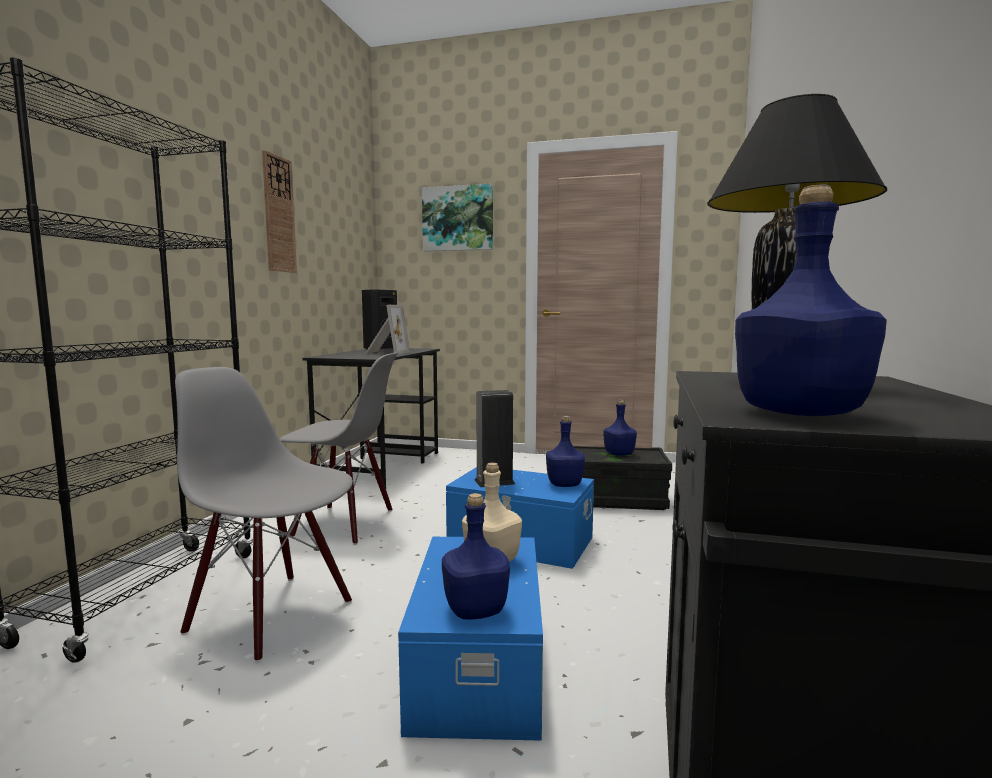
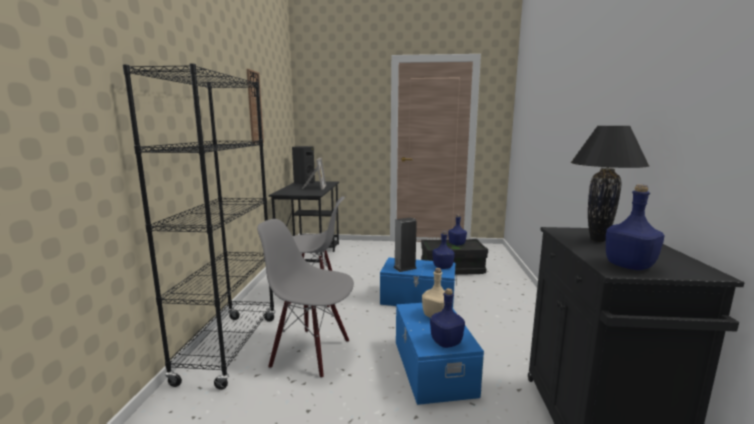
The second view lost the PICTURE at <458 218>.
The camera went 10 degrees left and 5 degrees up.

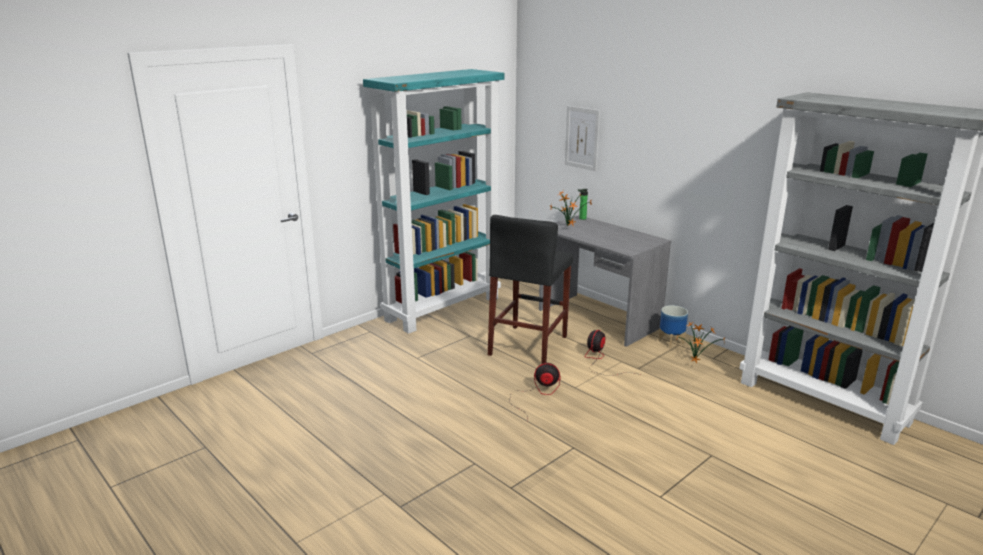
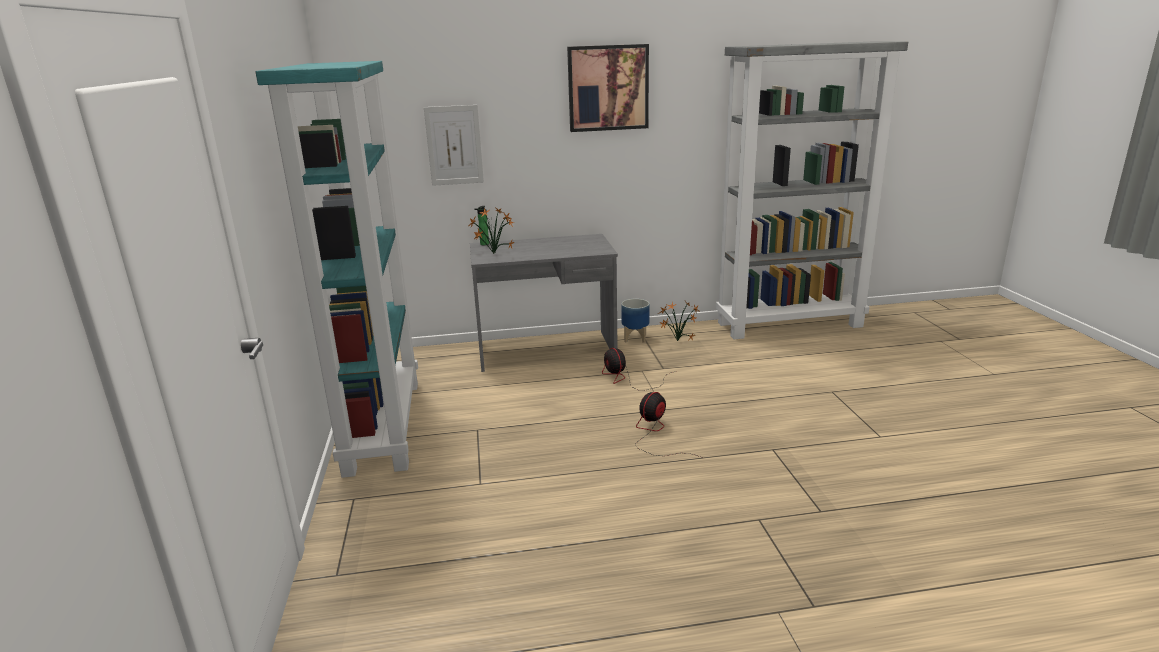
The second view lost the BLACK SITTING STOOL at <528 345>.
The second view gained the PICTURE at <608 88>.
The camera went 55 degrees left and 0 degrees up.

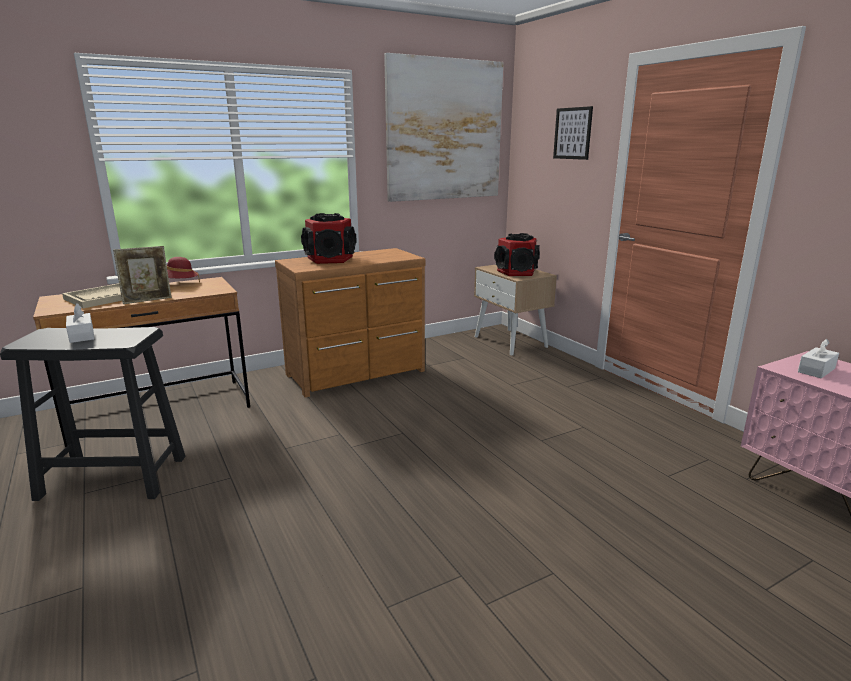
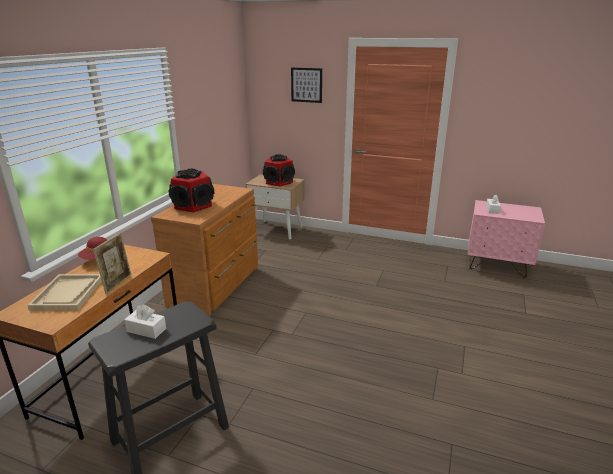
The second view lost the PICTURE at <444 130>.
The camera went 40 degrees left and 5 degrees up.

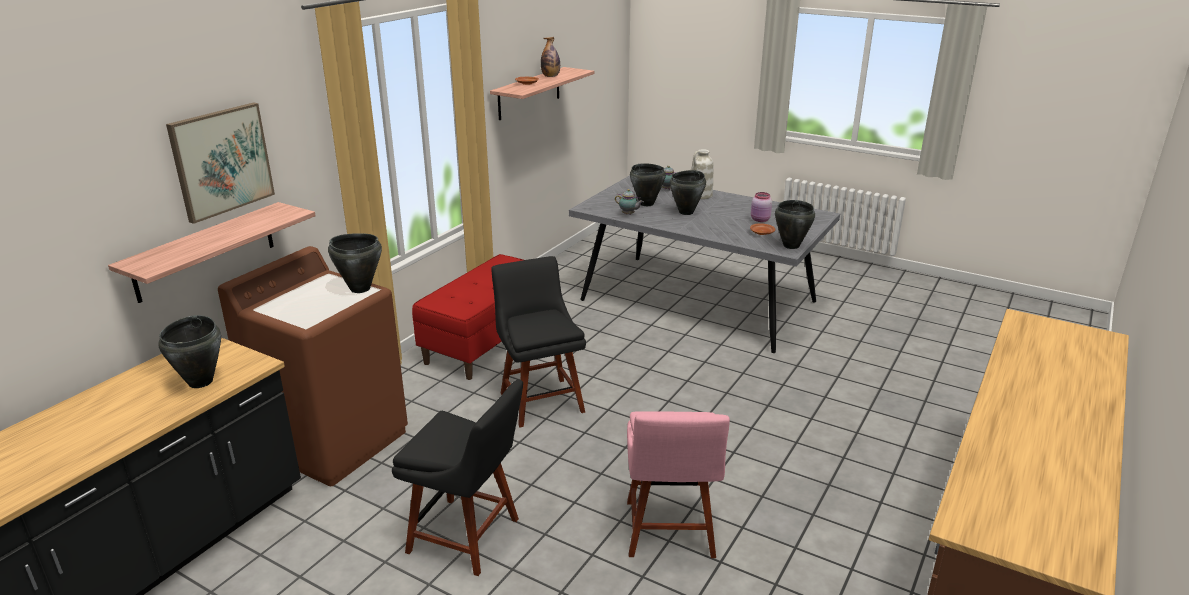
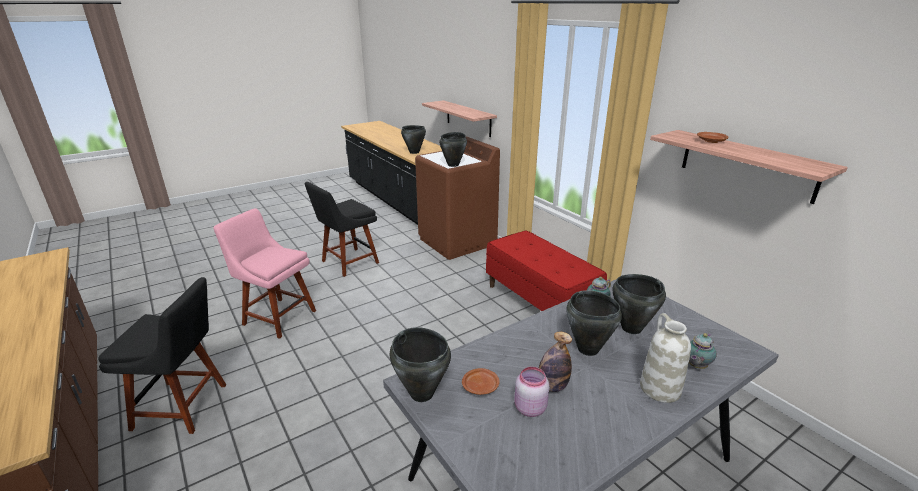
The second view lost the PICTURE at <221 161>.
The BLACK CHAIR ended up elsewhere, having gone from <540 399> to <185 406>.
The BOTTLE ended up elsewhere, having gone from <550 76> to <552 386>.
The camera went 115 degrees right and 0 degrees up.

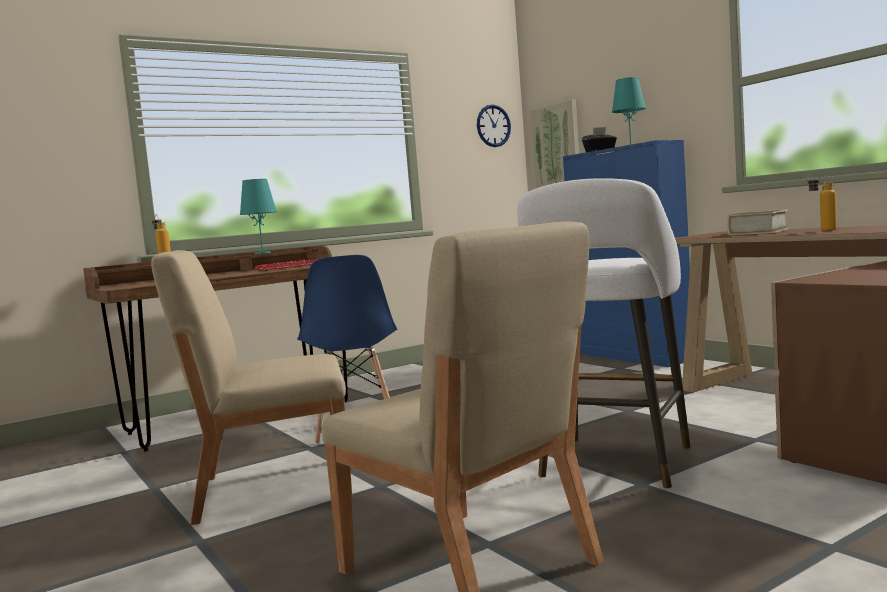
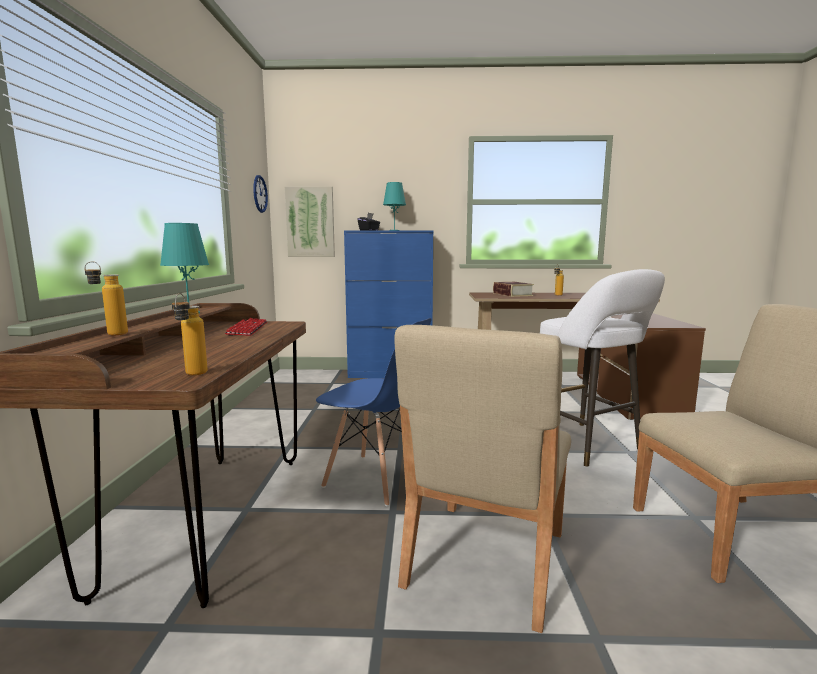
The second view gained the BOTTLE at <192 375>.
The camera went 55 degrees left and 5 degrees up.

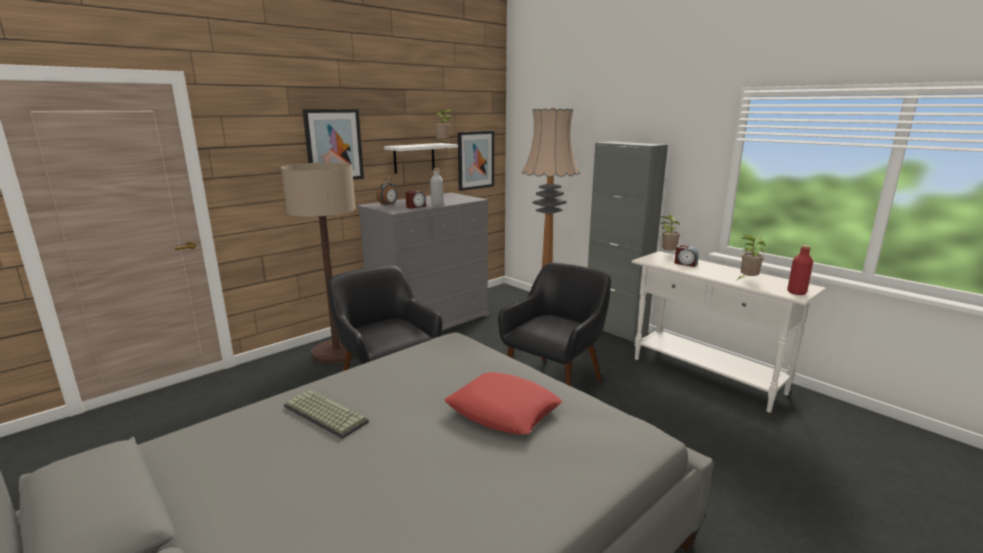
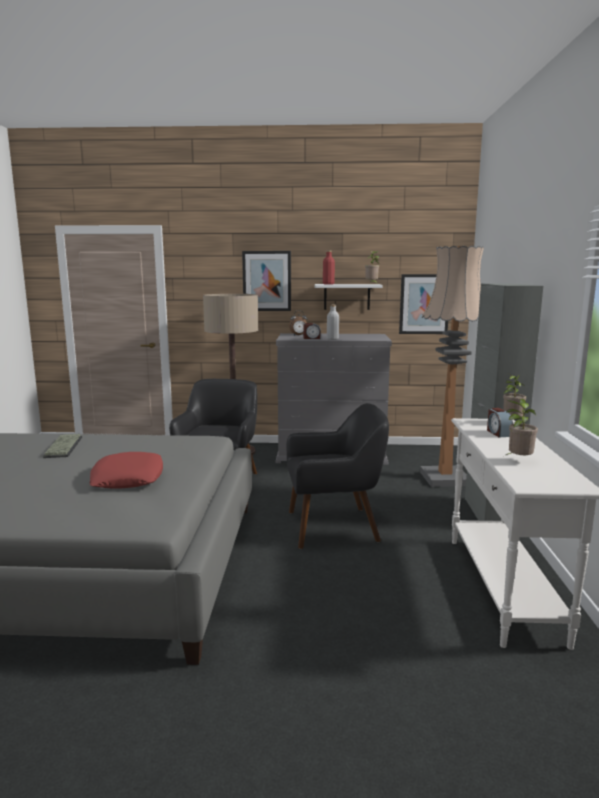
The RED-COLOURED BOTTLE ended up elsewhere, having gone from <796 292> to <328 284>.
The camera went 45 degrees right and 5 degrees down.

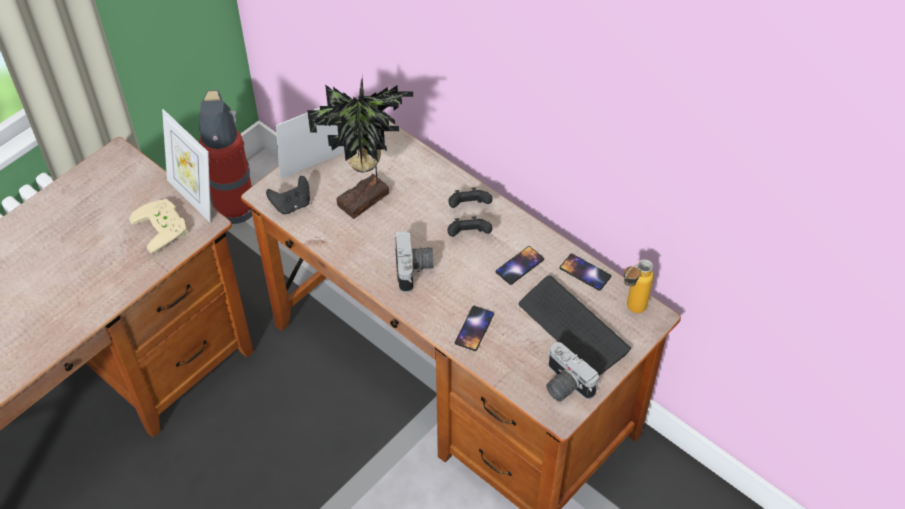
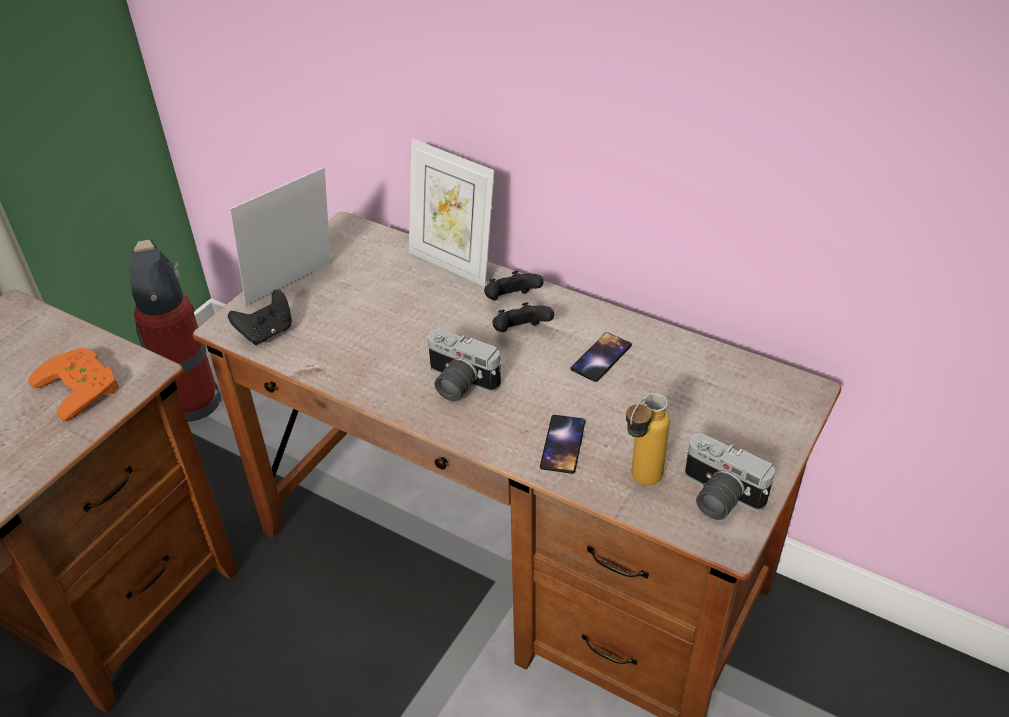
What was the SAND-COLOURED GAMEPAD at <164 227> turned into the ORANGEY GAMEPAD at <83 385>.
The PICTURE FRAME ended up elsewhere, having gone from <194 197> to <452 264>.
The second view lost the HOUSEPLANT at <366 201>.
The STILL CAMERA at <415 270> ended up facing another way, 135 degrees clockwise from before.
The second view lost the COMPUTER KEYBOARD at <573 327>.
The second view lost the HANDSET at <585 272>.
The BOTTLE ended up elsewhere, having gone from <630 310> to <639 483>.
The camera went 10 degrees left and 10 degrees down.

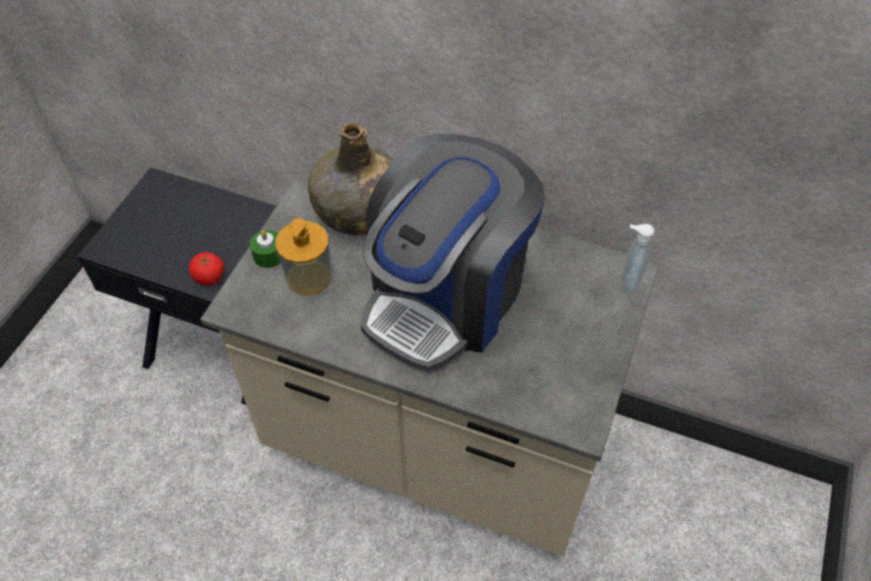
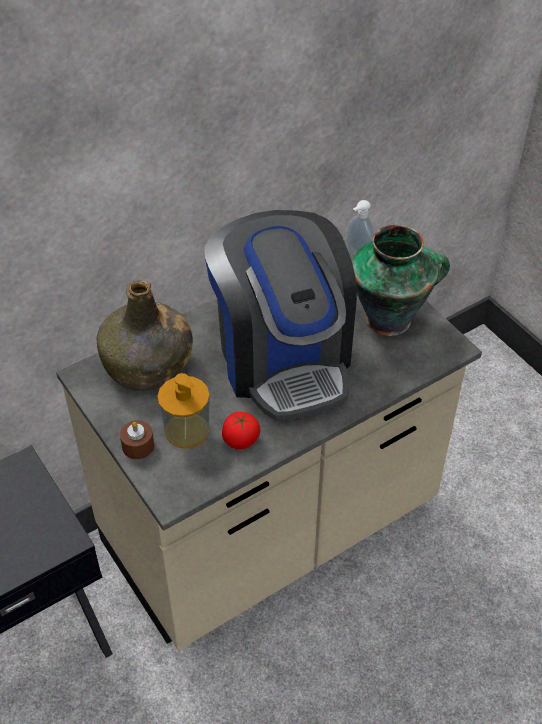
The TOMATO ended up elsewhere, having gone from <209 277> to <241 440>.
What was the GREENISH WAX LIGHT at <269 255> turned into the BROWN WAX LIGHT at <138 446>.
The second view gained the VASE at <391 319>.
The camera went 55 degrees left and 5 degrees down.

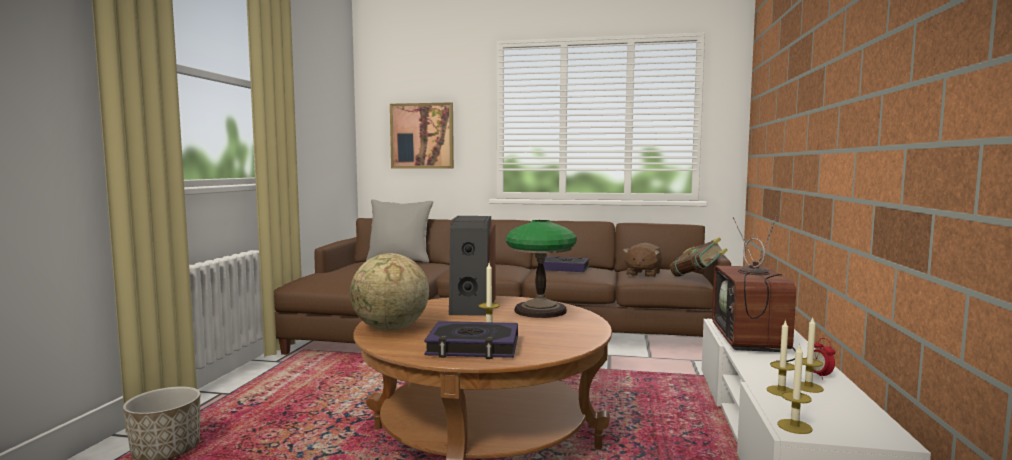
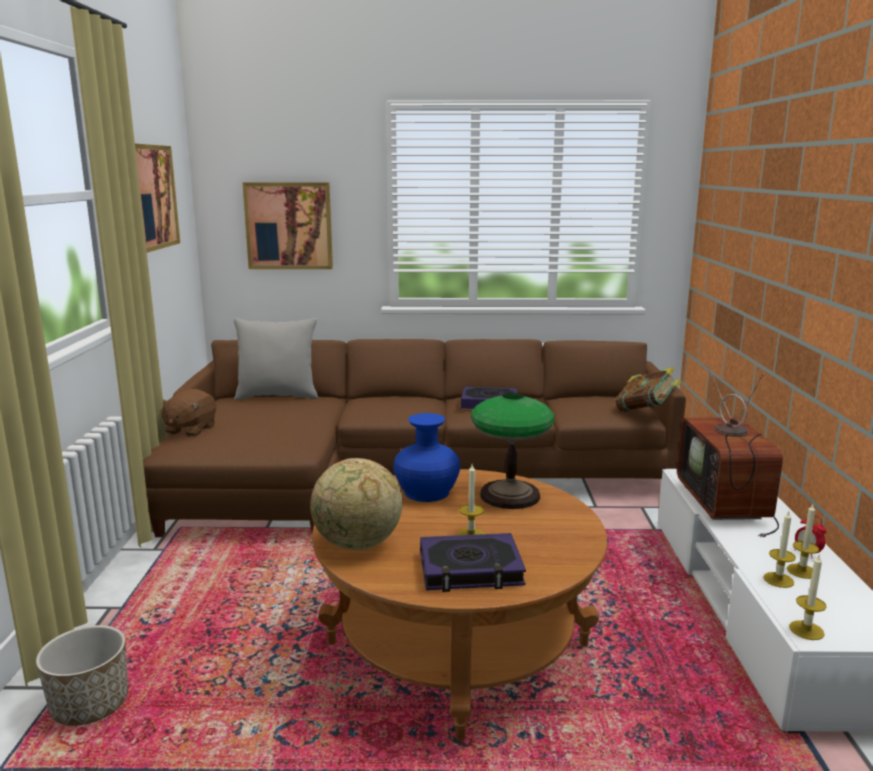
Where the LOUDSPEAKER stood at <471 306>, the BLUE-COLOURED VASE came to stand at <427 492>.
The BROWN CUDDLY TOY ended up elsewhere, having gone from <642 274> to <190 430>.
The second view gained the PICTURE at <151 197>.
The camera went 10 degrees left and 10 degrees up.

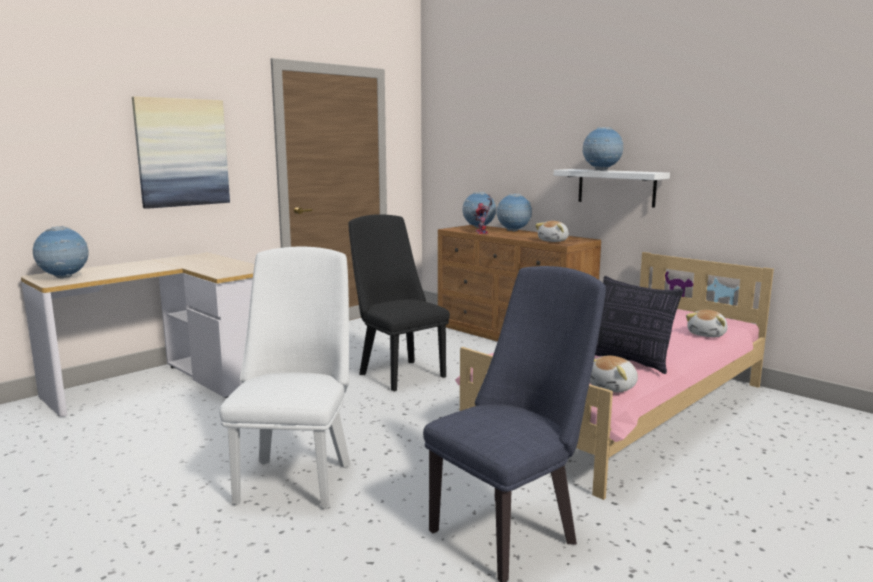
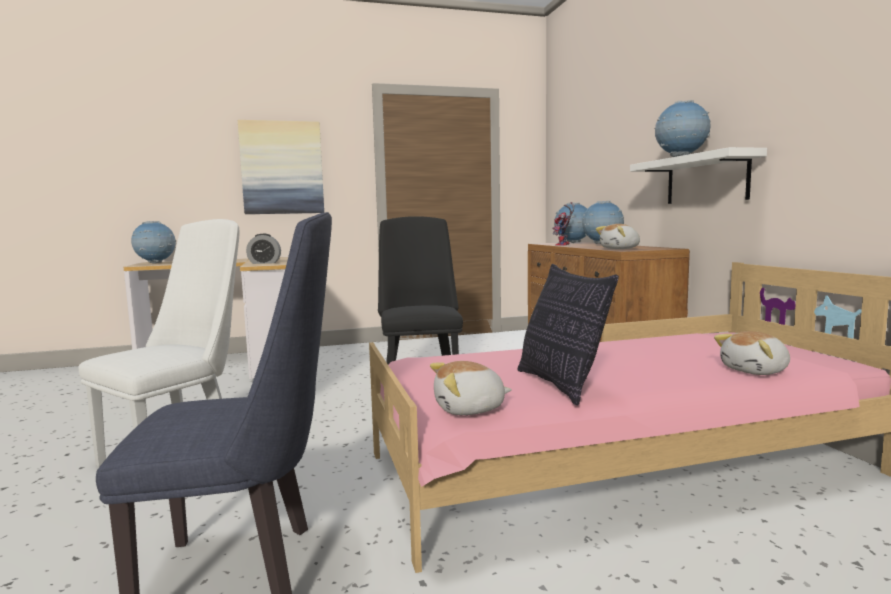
The second view gained the TABLE CLOCK at <264 263>.
The camera went 30 degrees right and 5 degrees down.

